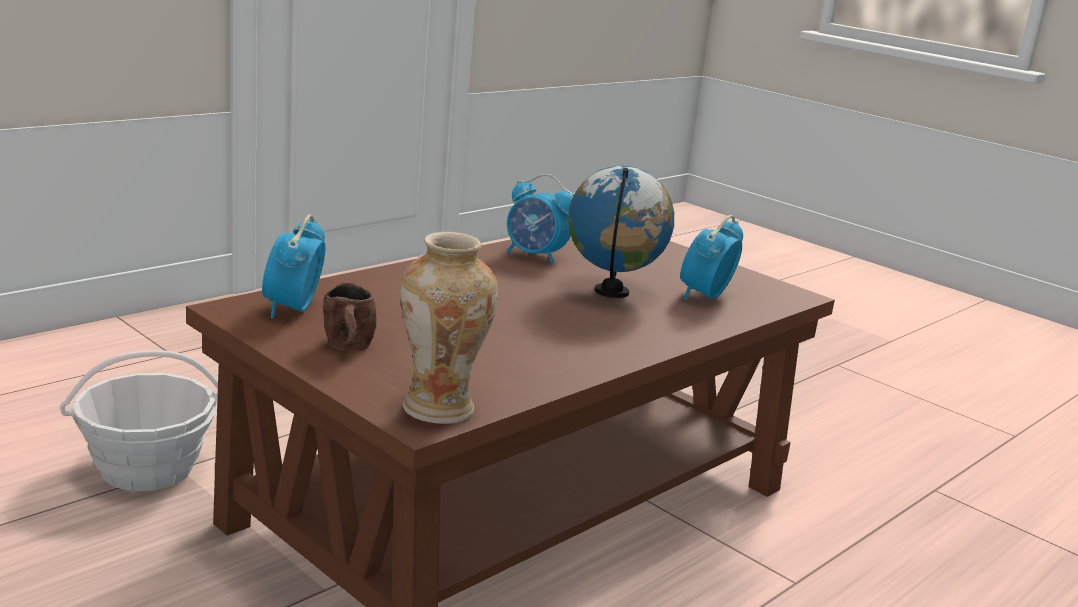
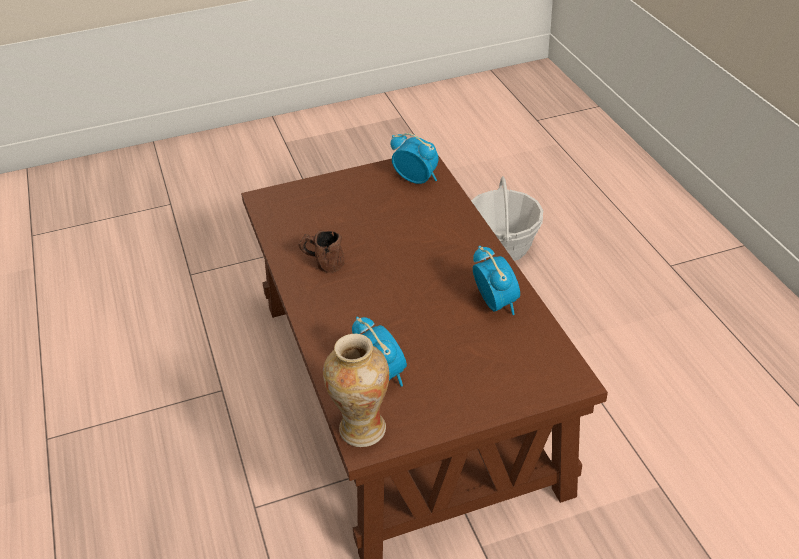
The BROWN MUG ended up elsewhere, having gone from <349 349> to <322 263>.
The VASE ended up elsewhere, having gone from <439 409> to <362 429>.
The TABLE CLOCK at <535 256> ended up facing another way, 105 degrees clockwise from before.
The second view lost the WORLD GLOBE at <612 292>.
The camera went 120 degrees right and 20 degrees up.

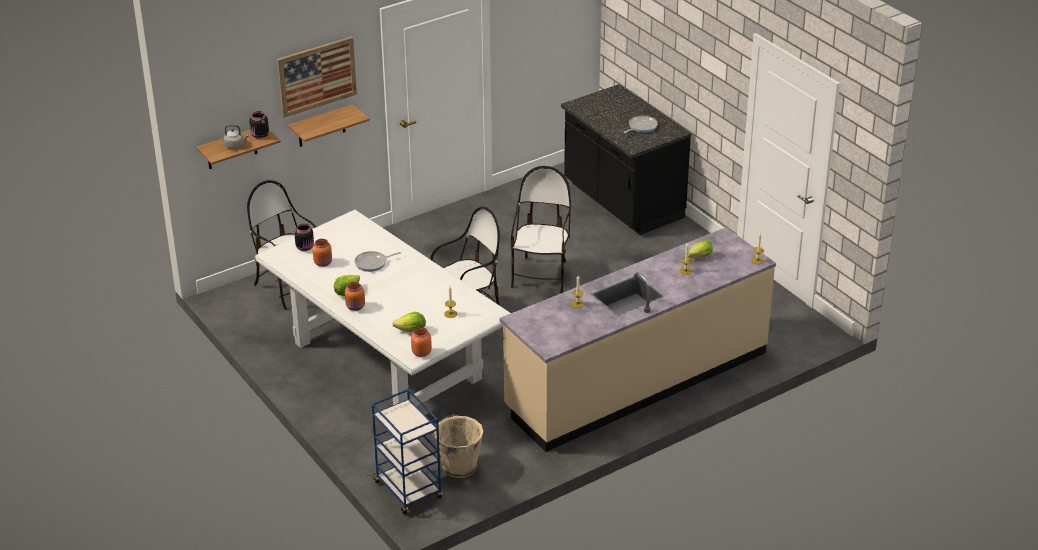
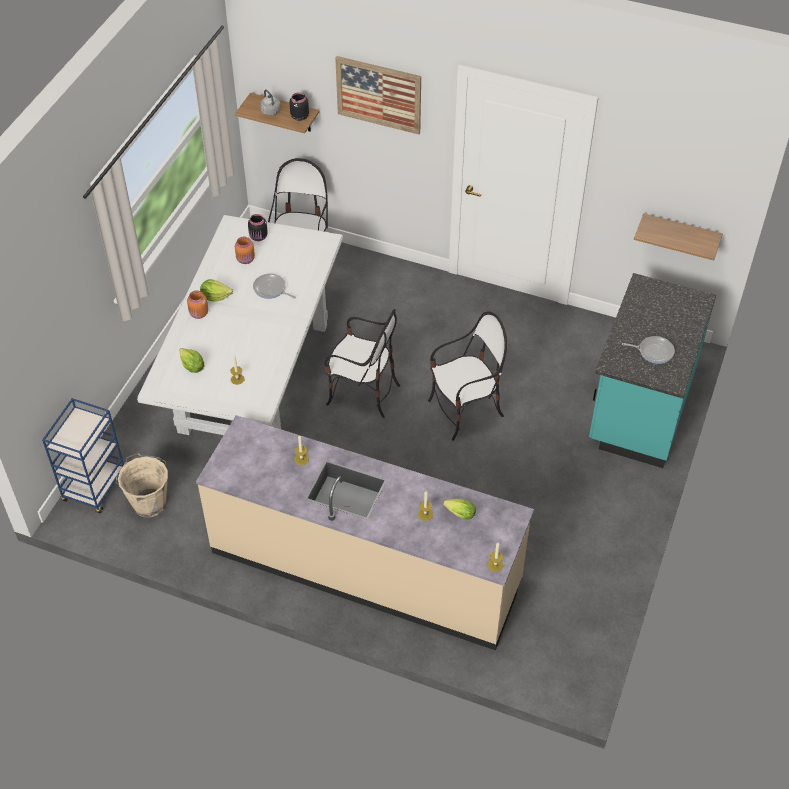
The BRACKET SHELF ended up elsewhere, having gone from <321 126> to <680 234>.
The second view lost the ORANGEY JAR at <421 353>.
What was the BLACK KITCHEN BASE UNIT at <622 202> turned into the TURQUOISE-COLOURED KITCHEN BASE UNIT at <640 407>.
The camera went 55 degrees right and 15 degrees up.

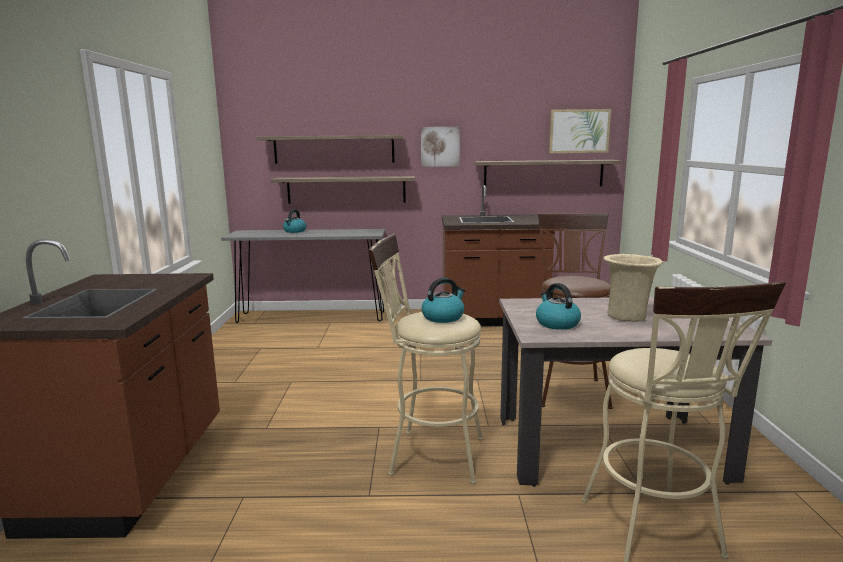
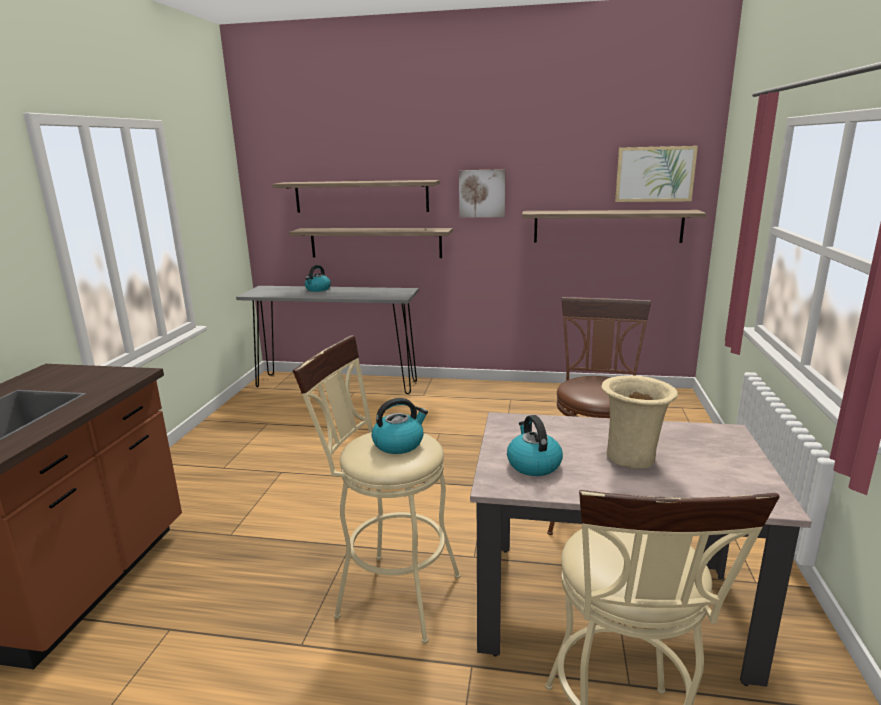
The second view lost the BROWN KITCHEN BASE UNIT at <493 319>.
The camera went 10 degrees right and 5 degrees up.

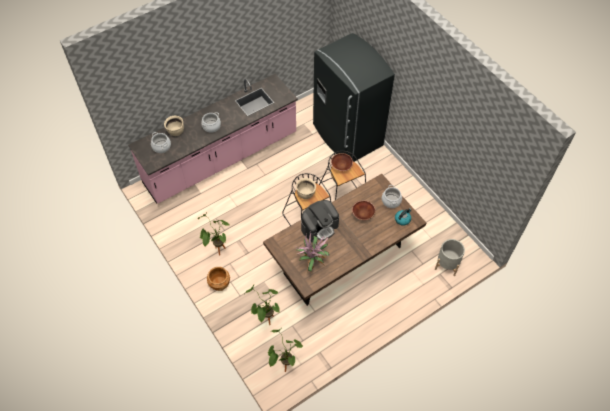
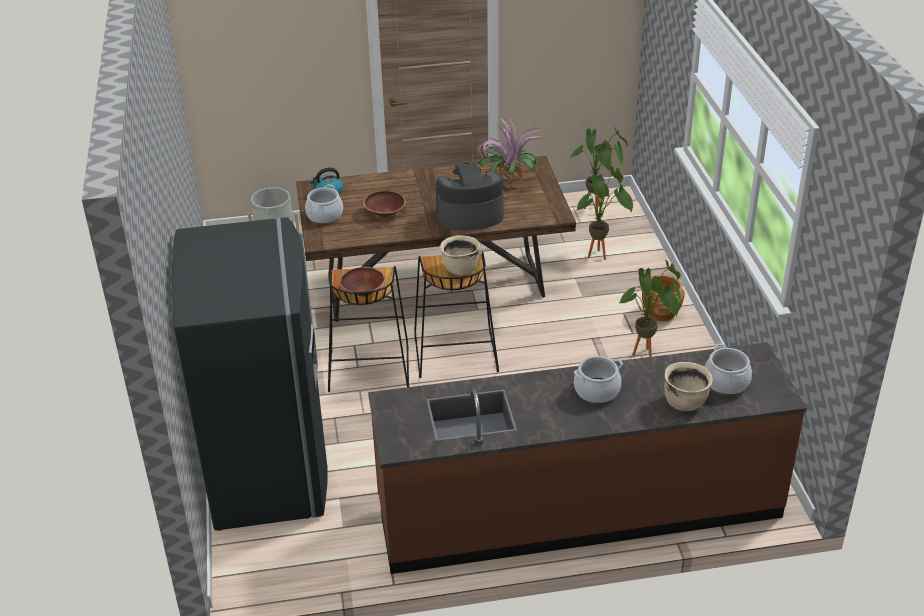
What was the PINK-COLOURED KITCHEN BASE UNIT at <221 159> turned into the BROWN KITCHEN BASE UNIT at <578 509>.
The camera went 155 degrees left and 20 degrees down.

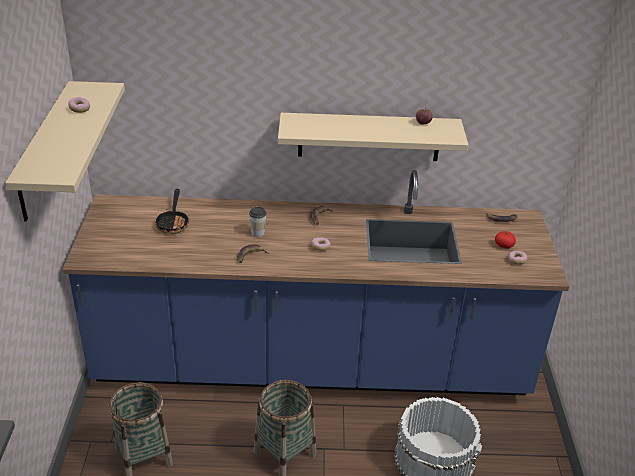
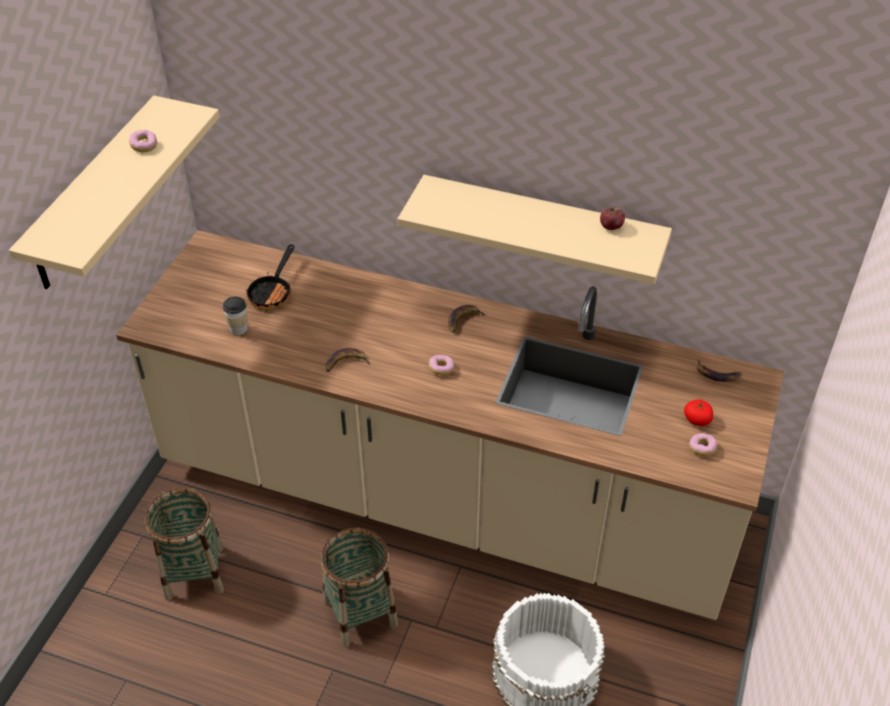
What was the BLUE-COLOURED KITCHEN BASE UNIT at <312 363> turned into the SAND-COLOURED KITCHEN BASE UNIT at <445 497>.
The DRINKING CUP ended up elsewhere, having gone from <258 233> to <238 328>.
The camera went 20 degrees right and 10 degrees up.

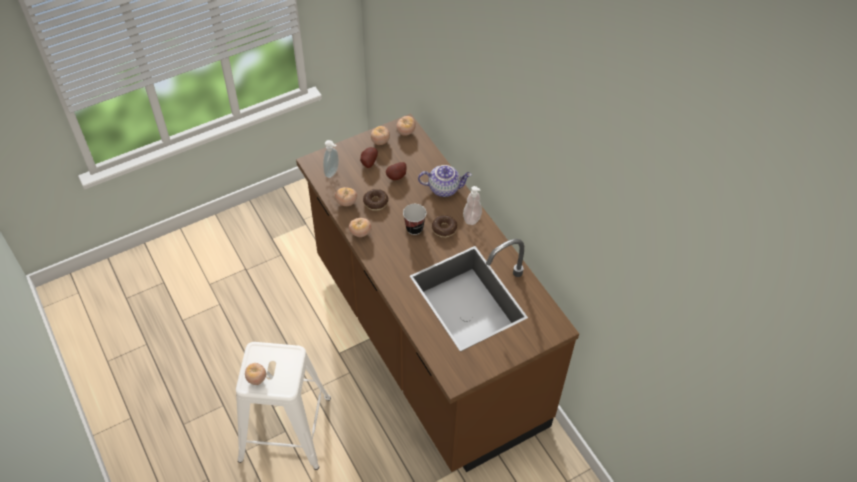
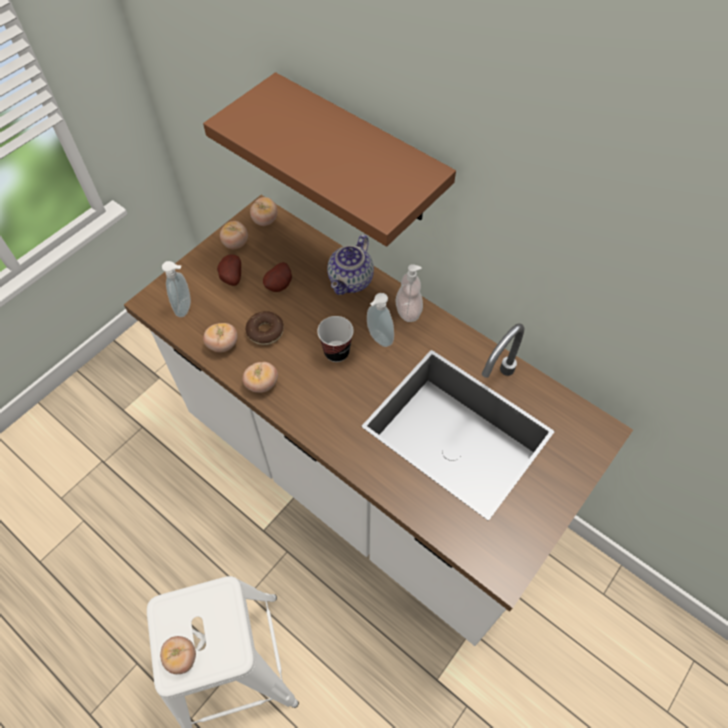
What was the BROWN KITCHEN BASE UNIT at <426 342> turned into the WHITISH KITCHEN BASE UNIT at <364 476>.
The TEAPOT at <444 188> ended up facing another way, 135 degrees clockwise from before.
Where the RING DOUGHNUT stood at <444 229>, the SOAP BOTTLE came to stand at <378 339>.
The second view gained the BROWN BRACKET SHELF at <361 152>.
The camera went 20 degrees left and 5 degrees up.

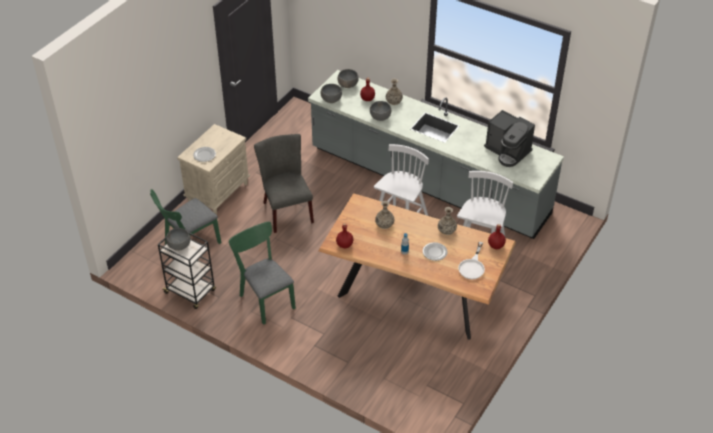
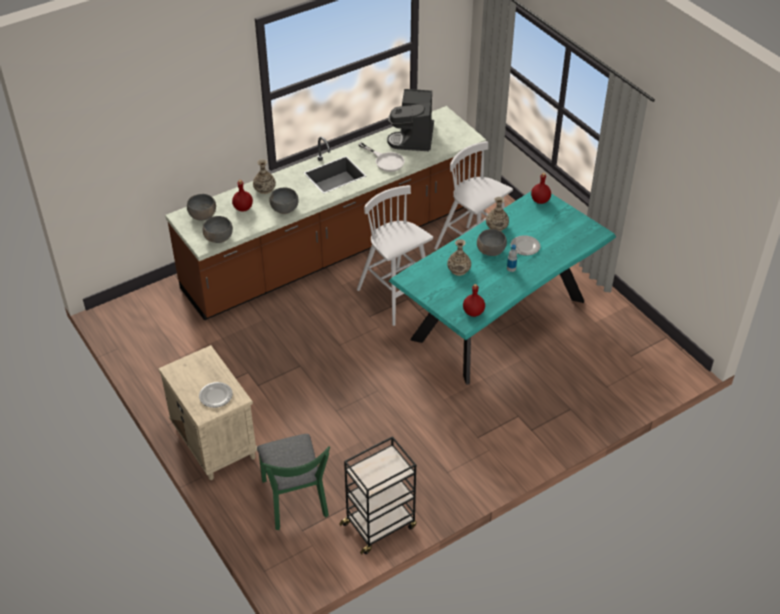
The GRAY SERVING BOWL ended up elsewhere, having gone from <179 245> to <490 251>.
The second view lost the GREENISH CHAIR at <265 298>.
The second view lost the GRAY CHAIR at <286 210>.
What was the GRAY KITCHEN BASE UNIT at <428 182> turned into the BROWN KITCHEN BASE UNIT at <334 248>.
What was the BROWN DINNER TABLE at <414 294> turned into the TURQUOISE-COLOURED DINNER TABLE at <498 319>.
The WHITISH SKILLET ended up elsewhere, having gone from <472 266> to <385 161>.
The COFFEE MACHINE at <507 152> ended up facing another way, 120 degrees clockwise from before.
The camera went 65 degrees left and 0 degrees up.

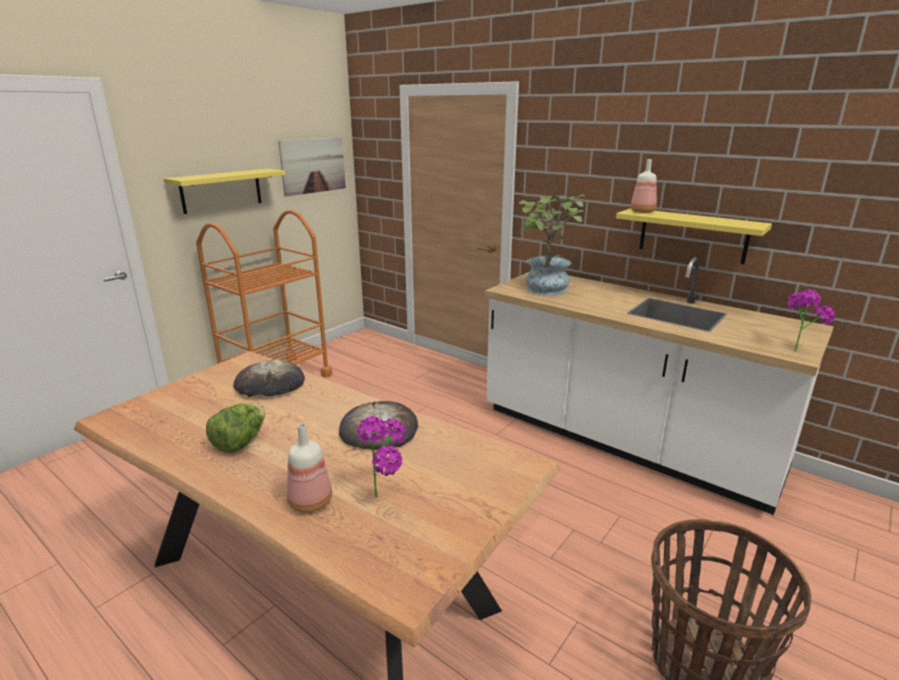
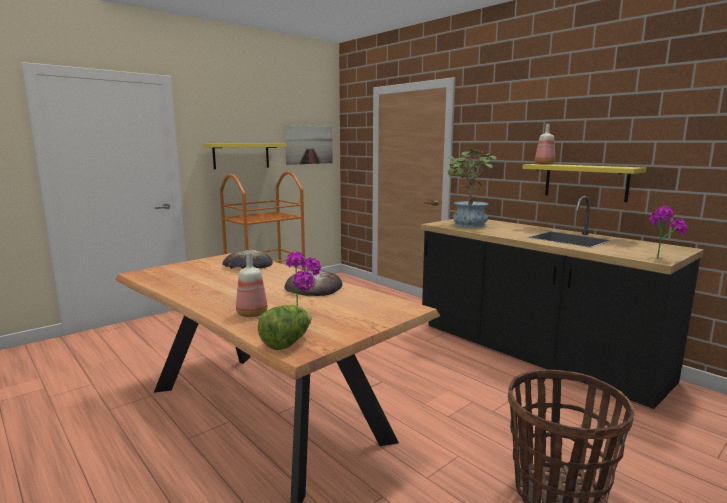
The HEAD OF LETTUCE ended up elsewhere, having gone from <240 442> to <287 343>.
What was the WHITISH KITCHEN BASE UNIT at <624 441> turned into the BLACK KITCHEN BASE UNIT at <533 352>.
The camera went 10 degrees right and 10 degrees down.

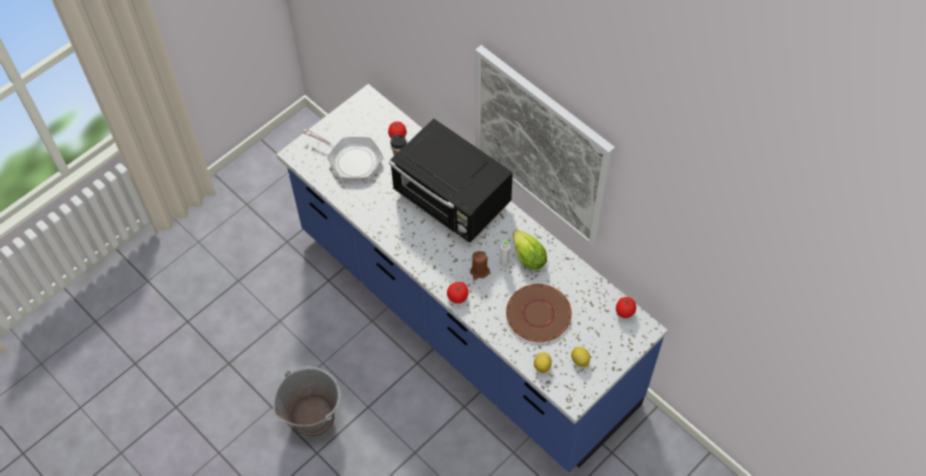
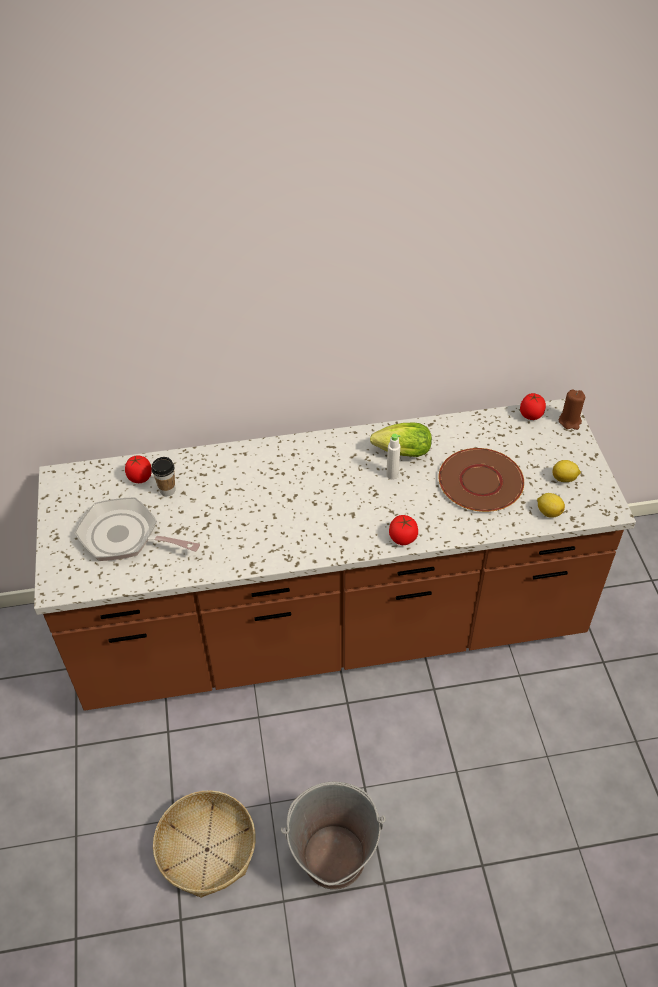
What was the BLUE-COLOURED KITCHEN BASE UNIT at <464 319> turned into the BROWN KITCHEN BASE UNIT at <331 627>.
The SKILLET at <351 160> ended up facing another way, 135 degrees counterclockwise from before.
The second view lost the BLACK MICROWAVE OVEN at <452 201>.
The BROWN WAX LIGHT ended up elsewhere, having gone from <479 271> to <570 421>.
The second view lost the PICTURE at <541 147>.
The second view gained the STORAGE BASKET at <206 849>.
The camera went 55 degrees left and 10 degrees down.

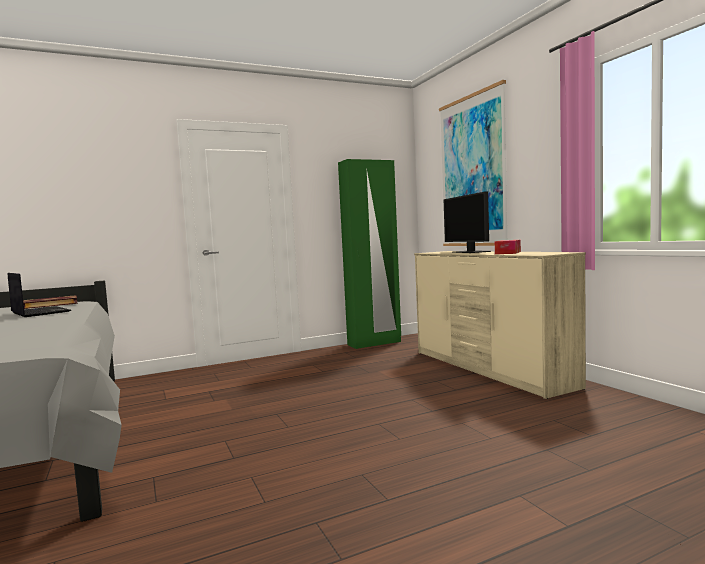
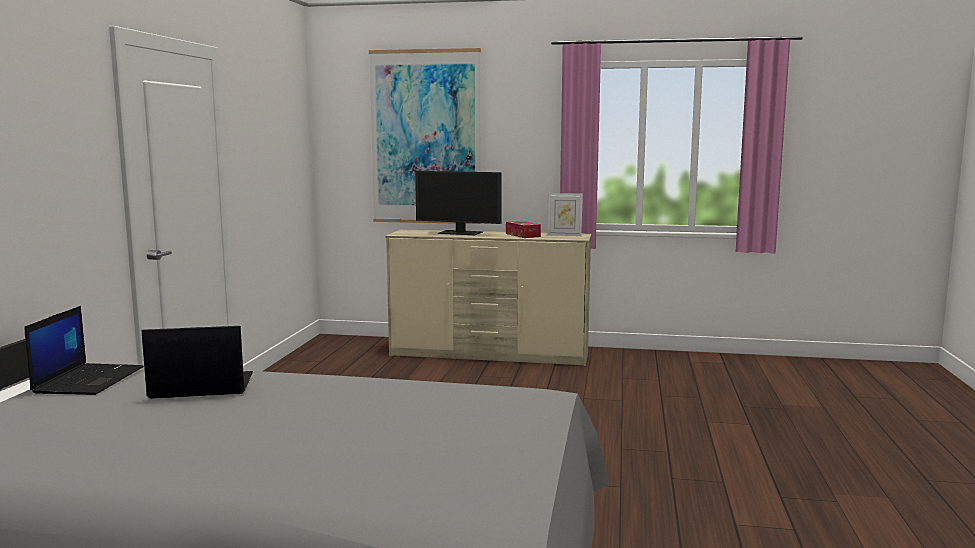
Where the BOUND BOOK stood at <50 304>, the NOTEBOOK COMPUTER came to stand at <89 380>.
The second view lost the GREENISH ARMOIRE at <374 343>.
The second view gained the PICTURE FRAME at <564 235>.
The camera went 55 degrees left and 5 degrees up.

